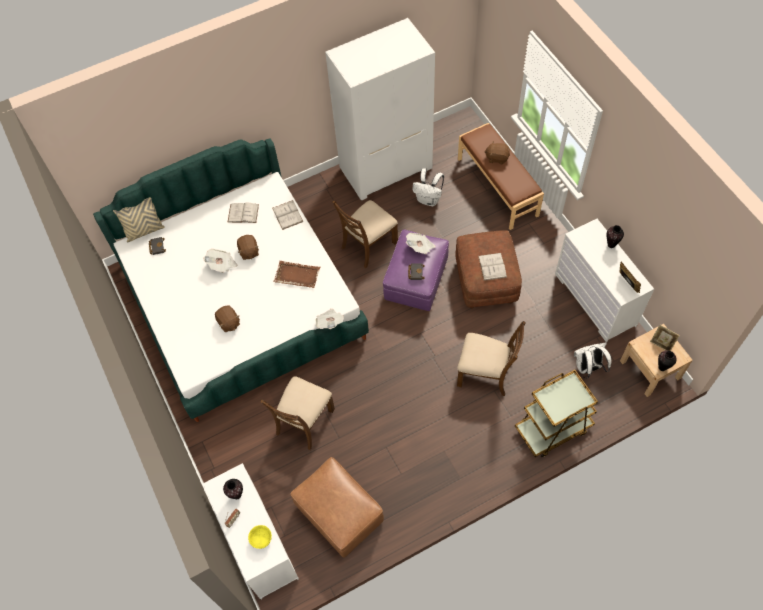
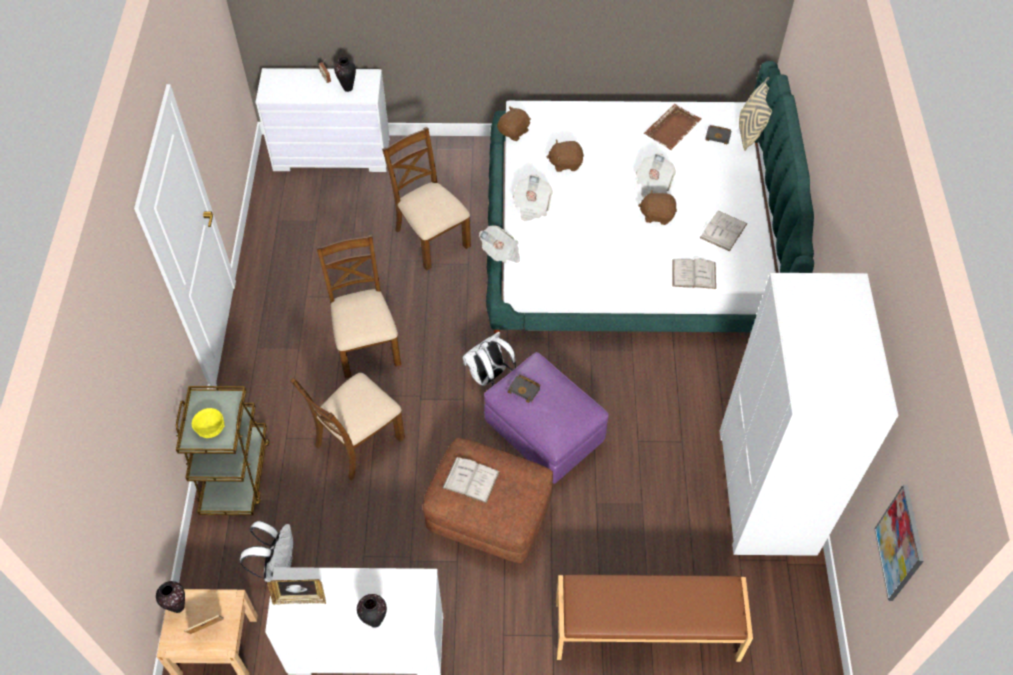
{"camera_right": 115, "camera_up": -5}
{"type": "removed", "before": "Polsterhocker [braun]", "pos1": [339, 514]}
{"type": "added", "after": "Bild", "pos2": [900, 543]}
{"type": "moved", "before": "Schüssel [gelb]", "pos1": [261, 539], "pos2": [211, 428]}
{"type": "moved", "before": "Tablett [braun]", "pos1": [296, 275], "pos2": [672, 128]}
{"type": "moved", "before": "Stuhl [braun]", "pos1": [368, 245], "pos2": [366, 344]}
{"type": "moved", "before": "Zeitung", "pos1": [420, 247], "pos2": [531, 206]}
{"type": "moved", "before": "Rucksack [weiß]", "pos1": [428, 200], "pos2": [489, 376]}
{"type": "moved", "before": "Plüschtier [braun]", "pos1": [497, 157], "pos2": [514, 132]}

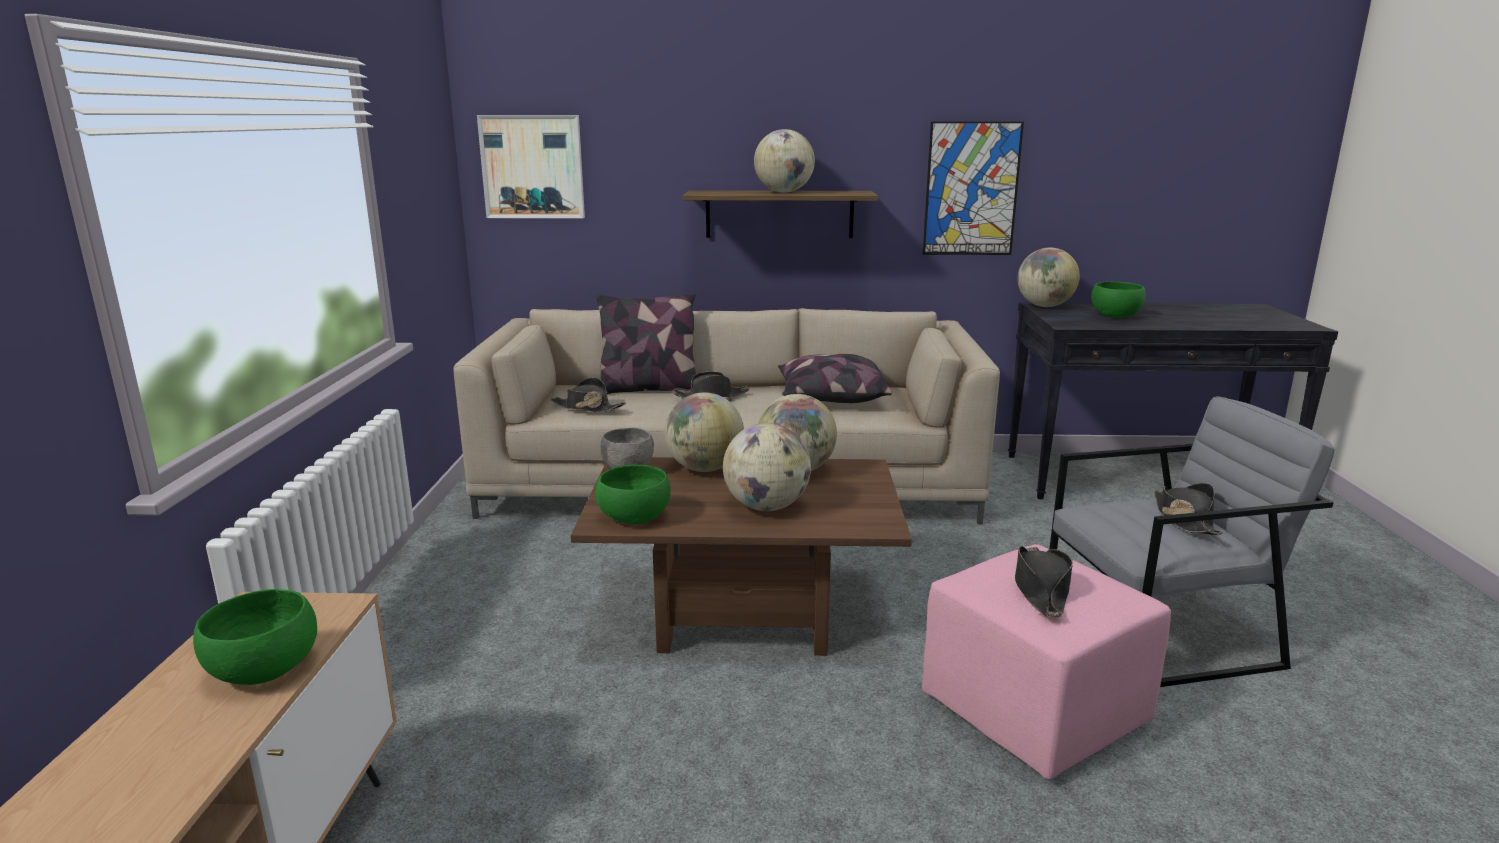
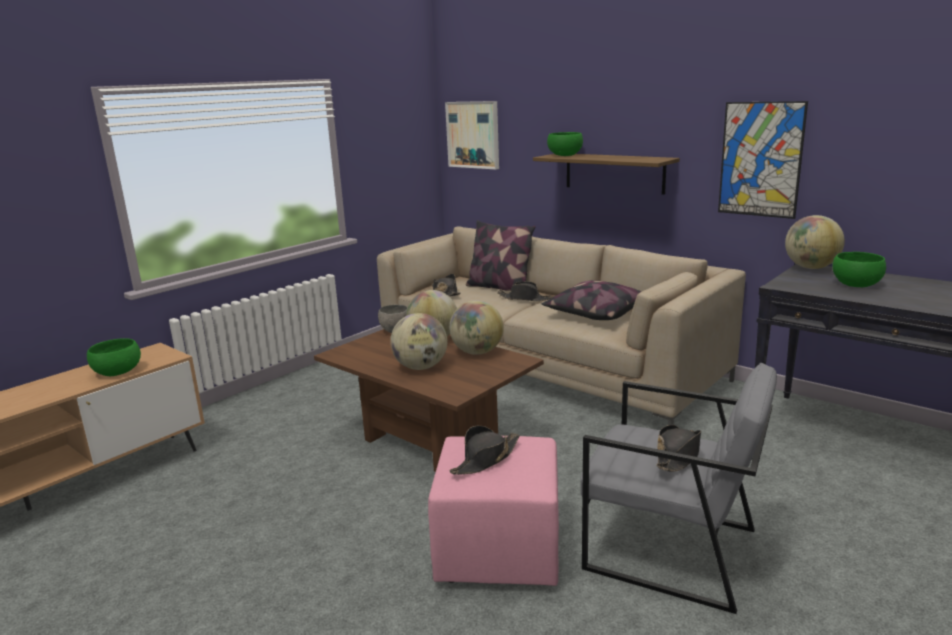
{"camera_right": 40, "camera_up": 0}
{"type": "removed", "before": "Globus", "pos1": [784, 192]}
{"type": "moved", "before": "Schüssel [grün]", "pos1": [634, 517], "pos2": [564, 155]}

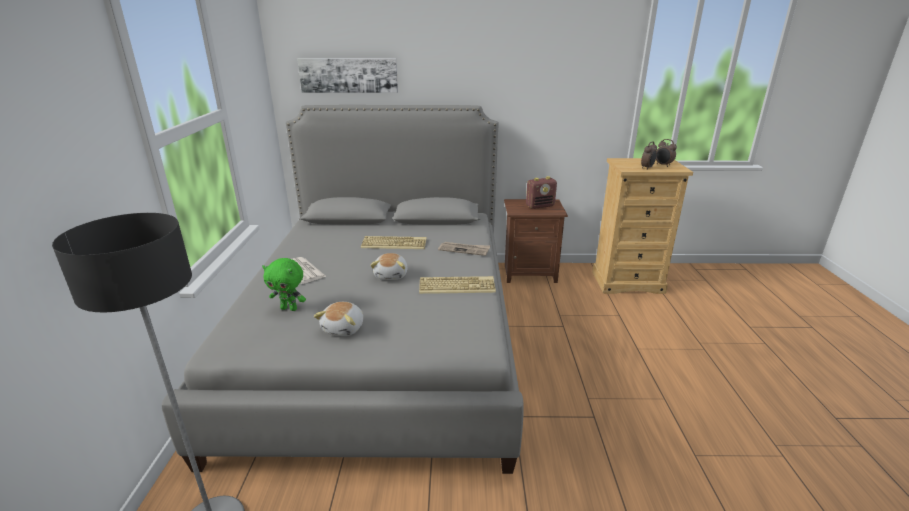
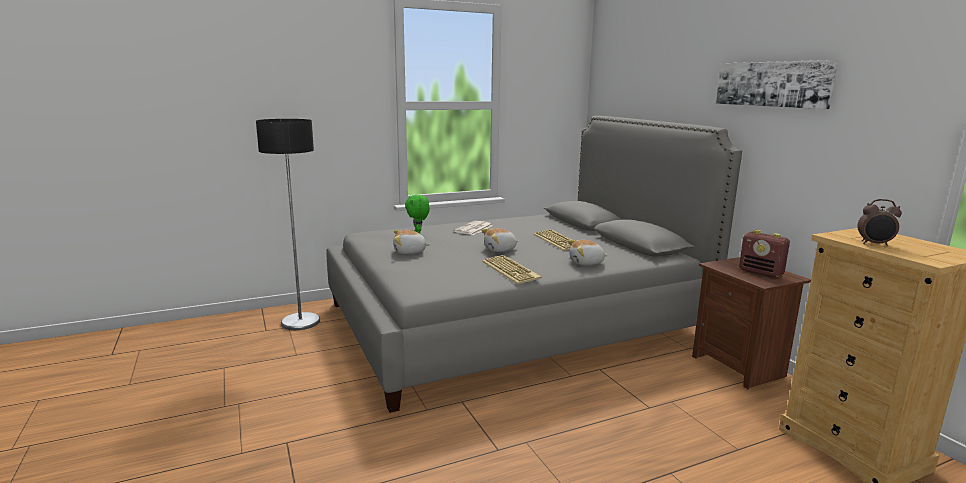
{"camera_right": 65, "camera_up": -10}
{"type": "removed", "before": "Wecker", "pos1": [663, 165]}
{"type": "moved", "before": "Bild", "pos1": [348, 75], "pos2": [772, 84]}
{"type": "replaced", "before": "Zeitung", "after": "Plüschtier", "pos1": [464, 250], "pos2": [586, 263]}

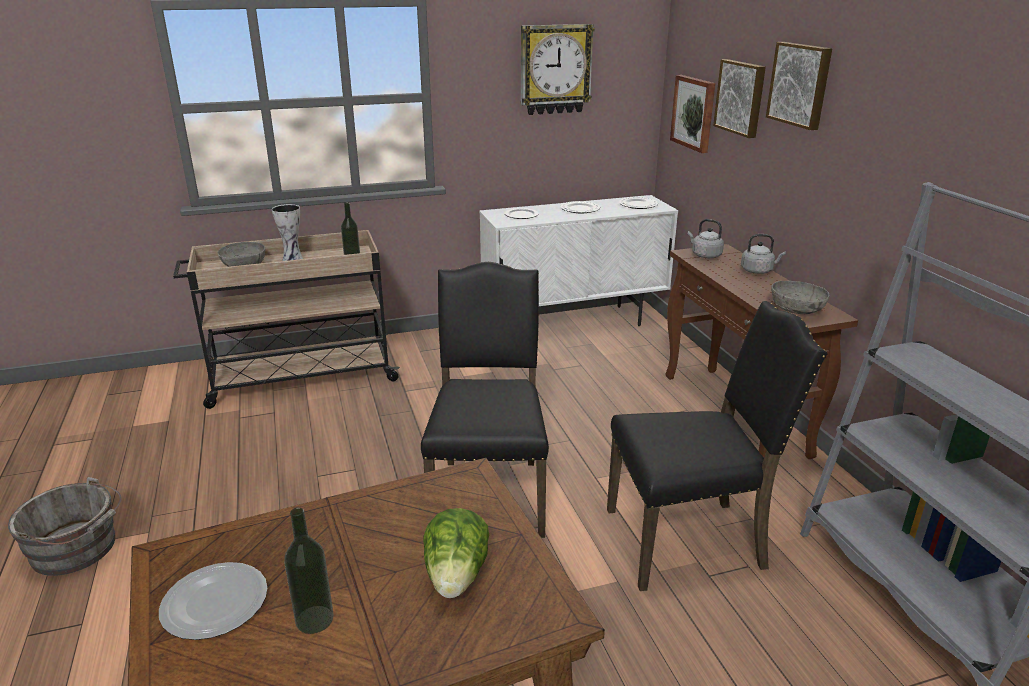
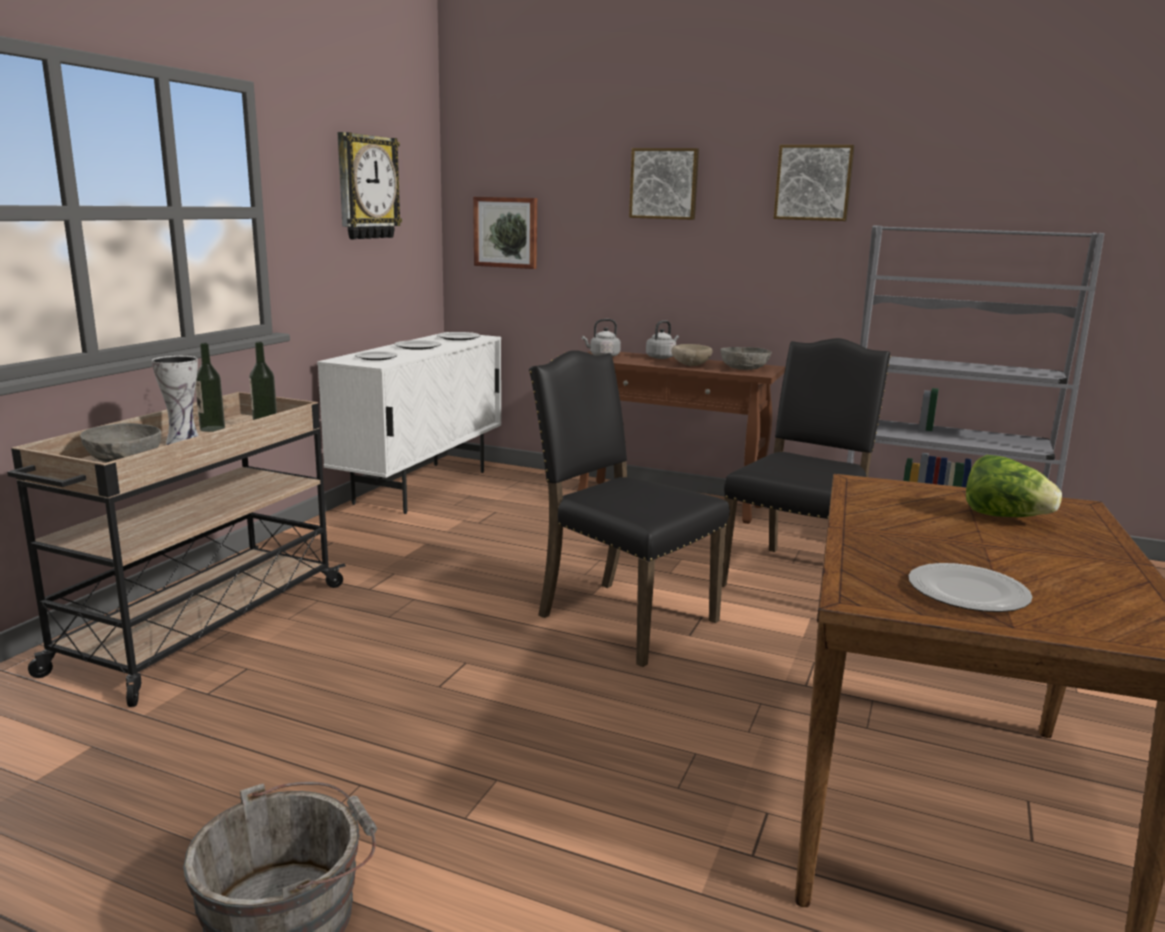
{"camera_right": -50, "camera_up": -10}
{"type": "added", "after": "Schüssel [beige]", "pos2": [690, 365]}
{"type": "moved", "before": "Flasche", "pos1": [314, 619], "pos2": [212, 429]}
{"type": "moved", "before": "Bild", "pos1": [741, 97], "pos2": [813, 183]}

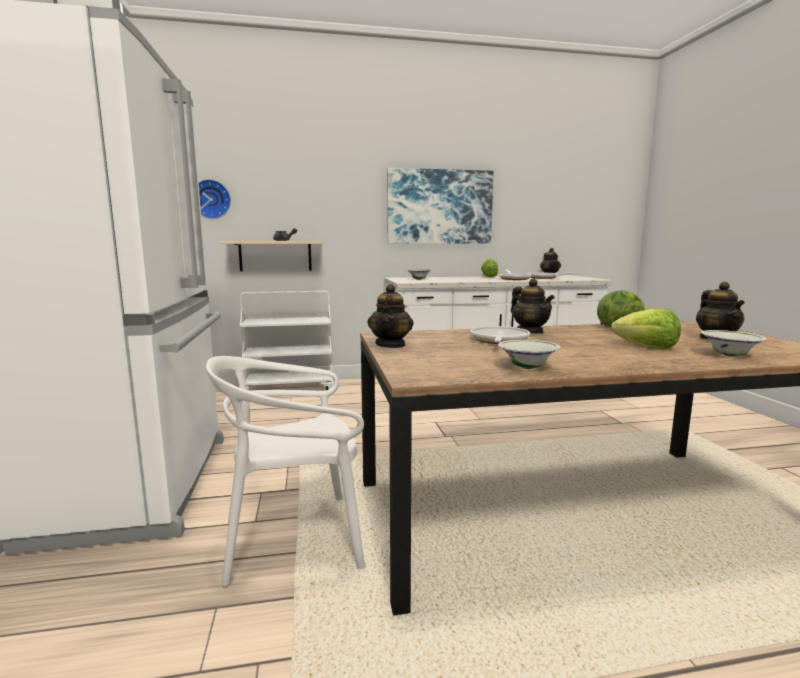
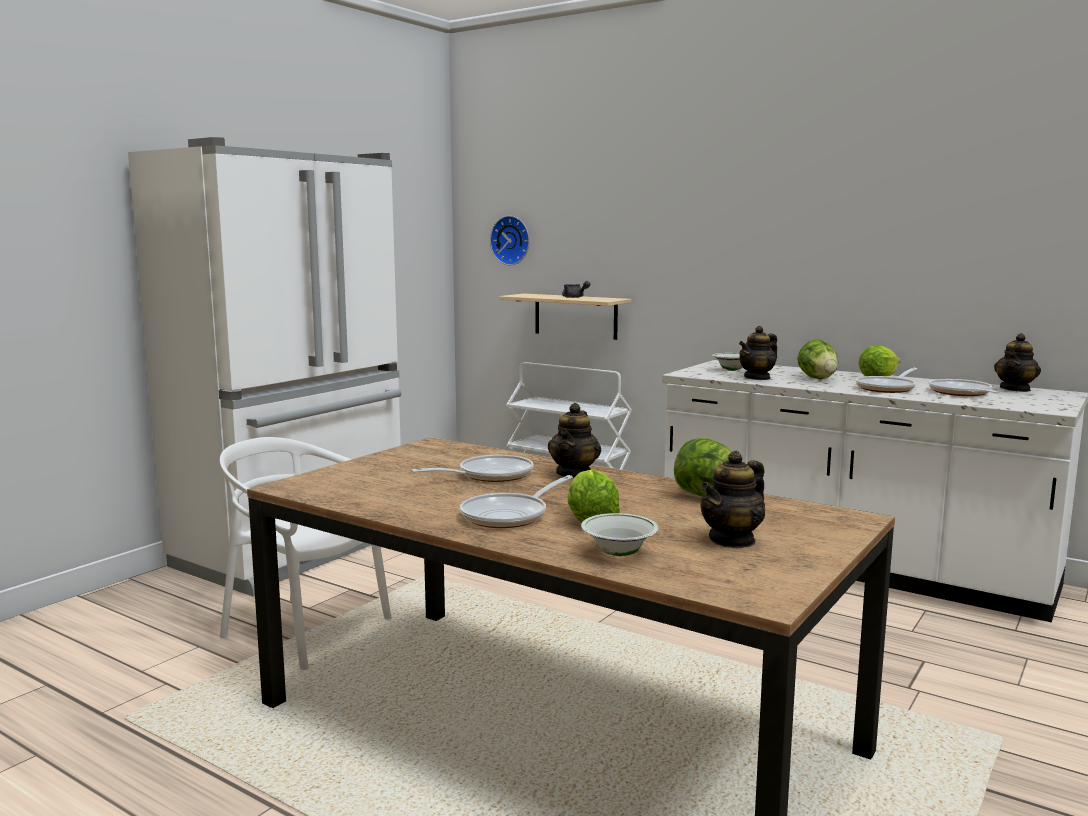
{"camera_right": 45, "camera_up": 0}
{"type": "removed", "before": "Bild", "pos1": [439, 207]}
{"type": "removed", "before": "Schüssel [weiß]", "pos1": [527, 368]}
{"type": "added", "after": "Pfanne", "pos2": [510, 515]}
{"type": "added", "after": "Salatkopf", "pos2": [817, 378]}
{"type": "moved", "before": "Teekanne", "pos1": [391, 345], "pos2": [757, 378]}

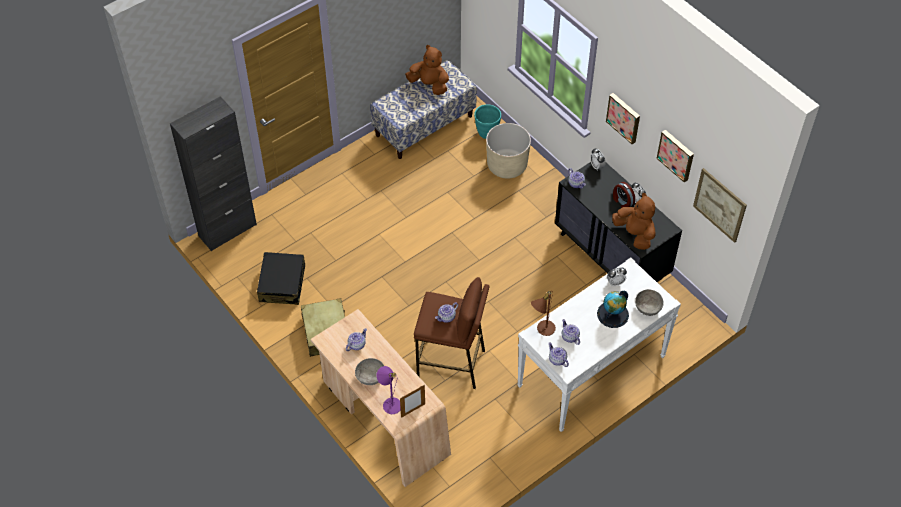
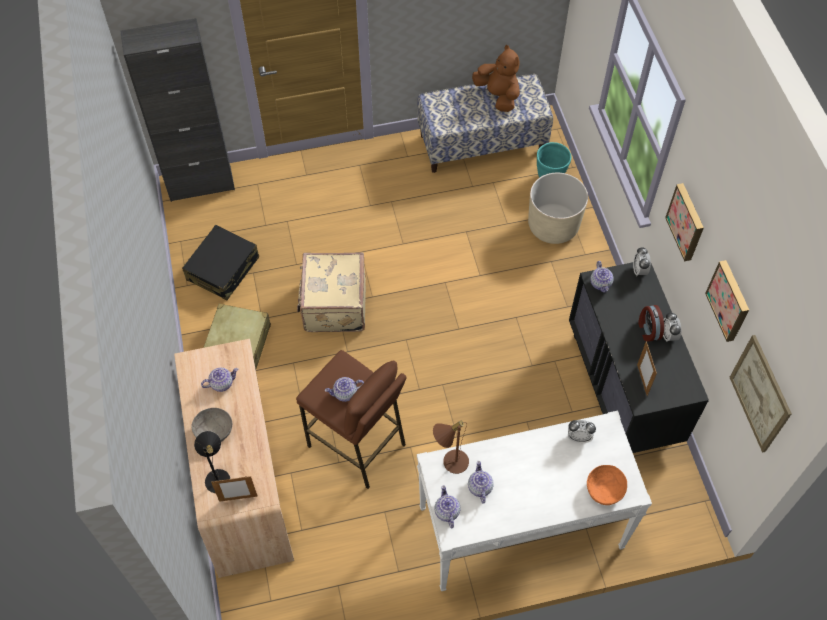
{"camera_right": 25, "camera_up": 5}
{"type": "removed", "before": "Globus", "pos1": [613, 314]}
{"type": "added", "after": "Koffer [beige]", "pos2": [333, 305]}
{"type": "replaced", "before": "Plüschtier [braun]", "after": "Bilderrahmen", "pos1": [634, 234], "pos2": [642, 380]}
{"type": "recoloured", "before": "Tischlampe [lila]", "after": "Tischlampe [schwarz]", "pos1": [390, 403], "pos2": [217, 476]}
{"type": "recoloured", "before": "Schüssel [grau]", "after": "Schüssel [orange]", "pos1": [648, 307], "pos2": [604, 489]}

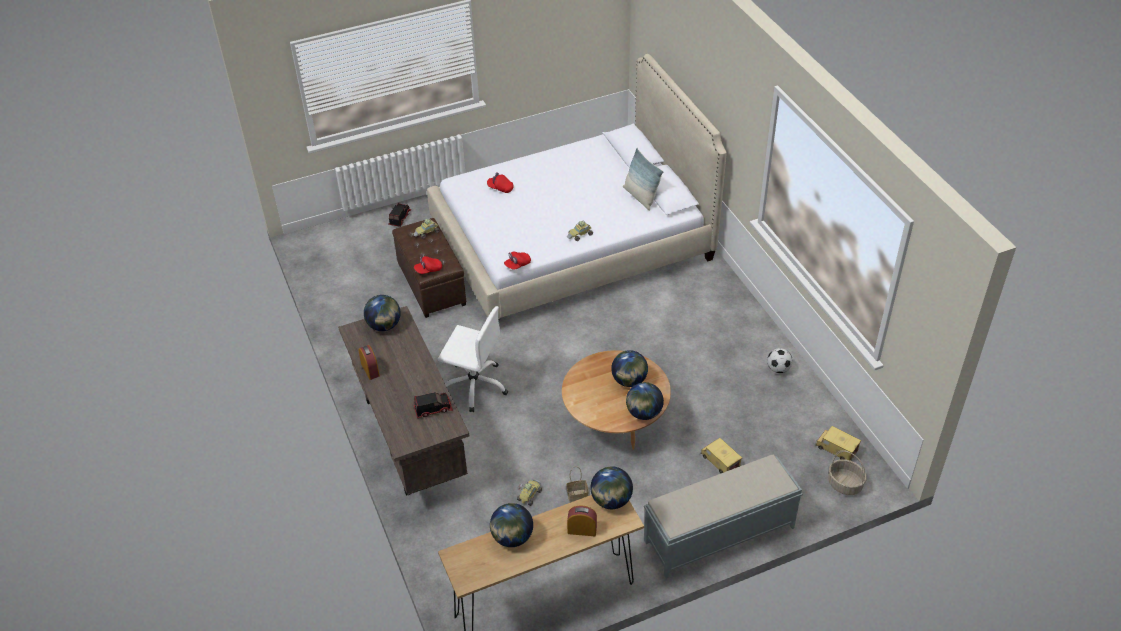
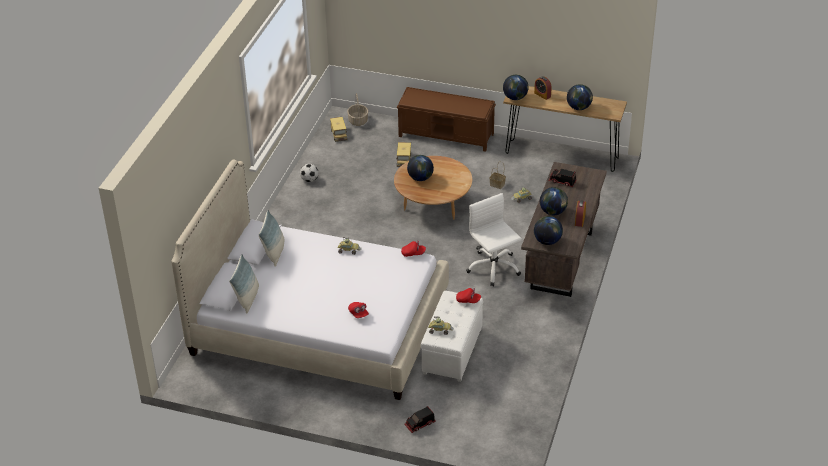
{"camera_right": -140, "camera_up": -5}
{"type": "added", "after": "Kissen", "pos2": [247, 298]}
{"type": "moved", "before": "Globus", "pos1": [644, 413], "pos2": [553, 212]}
{"type": "recoloured", "before": "Polsterhocker [braun]", "after": "Polsterhocker [weiß]", "pos1": [432, 284], "pos2": [452, 351]}
{"type": "recoloured", "before": "Bank [grau]", "after": "Bank [braun]", "pos1": [718, 534], "pos2": [447, 135]}

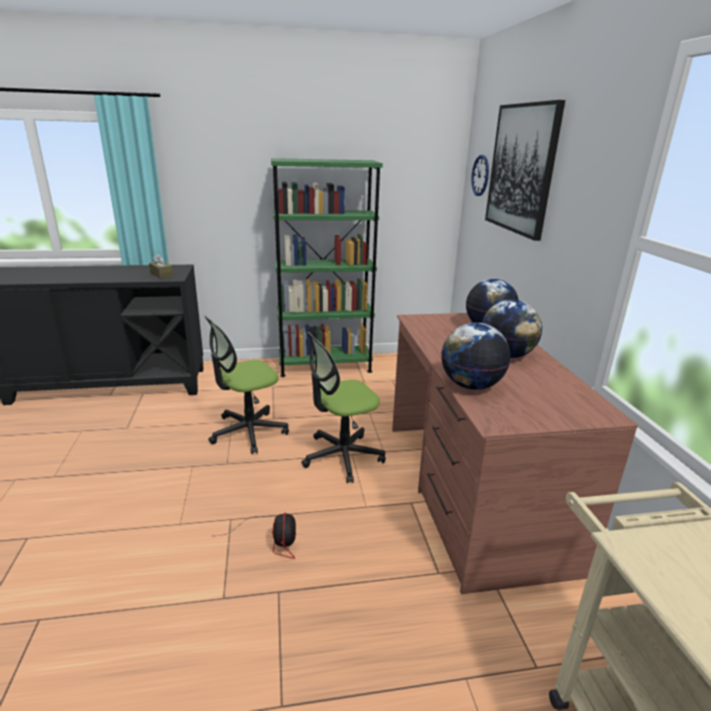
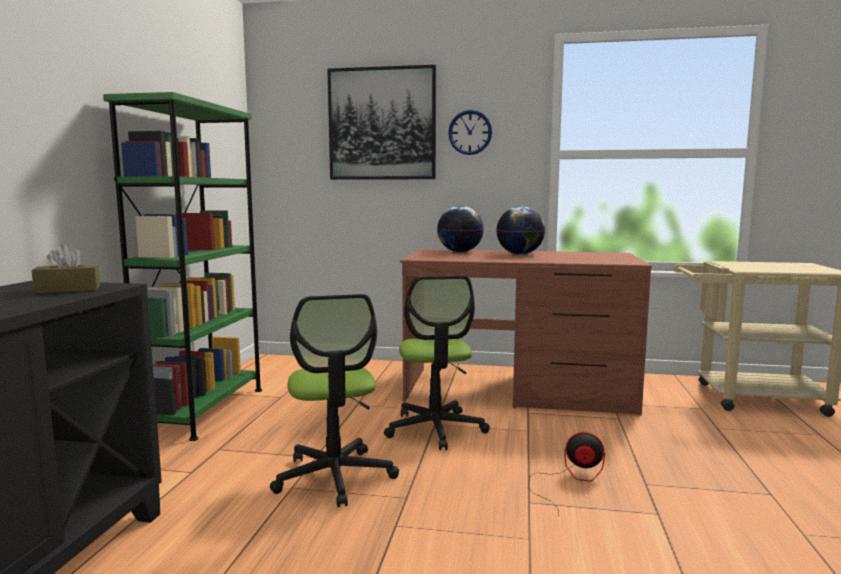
{"camera_right": -70, "camera_up": -15}
{"type": "removed", "before": "Globus", "pos1": [471, 385]}
{"type": "moved", "before": "Wanduhr", "pos1": [480, 175], "pos2": [470, 132]}

